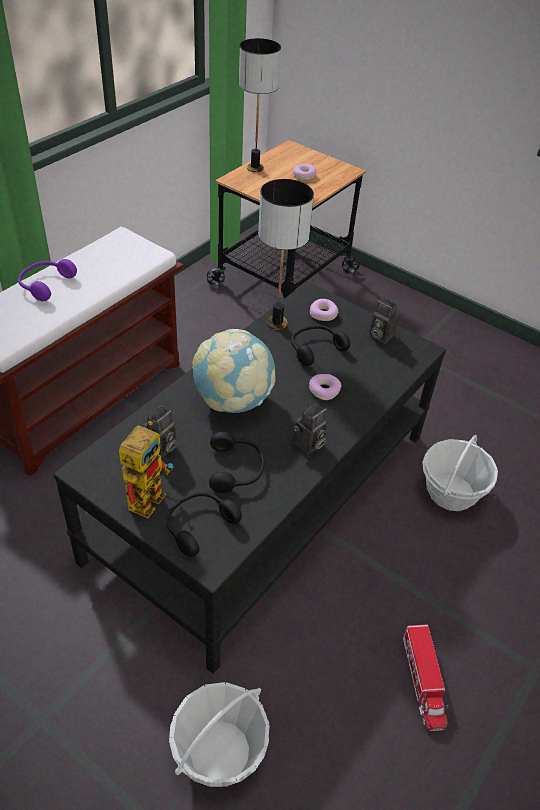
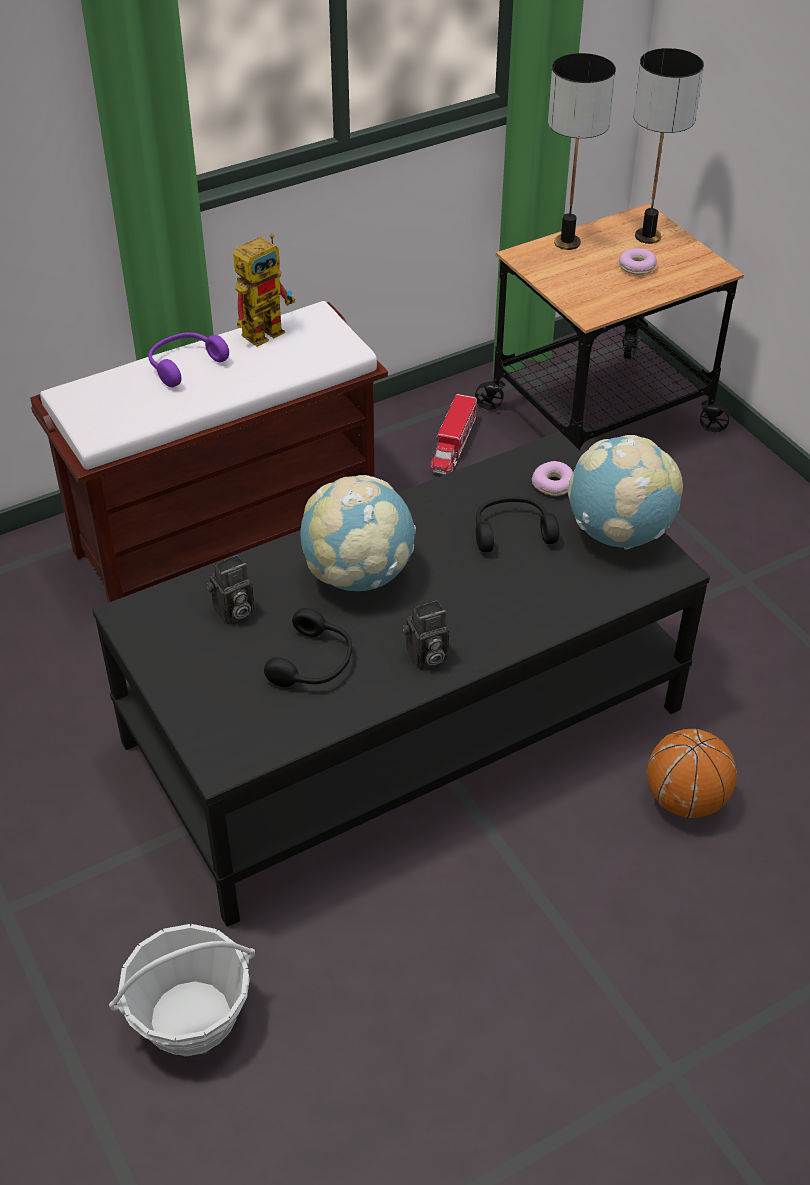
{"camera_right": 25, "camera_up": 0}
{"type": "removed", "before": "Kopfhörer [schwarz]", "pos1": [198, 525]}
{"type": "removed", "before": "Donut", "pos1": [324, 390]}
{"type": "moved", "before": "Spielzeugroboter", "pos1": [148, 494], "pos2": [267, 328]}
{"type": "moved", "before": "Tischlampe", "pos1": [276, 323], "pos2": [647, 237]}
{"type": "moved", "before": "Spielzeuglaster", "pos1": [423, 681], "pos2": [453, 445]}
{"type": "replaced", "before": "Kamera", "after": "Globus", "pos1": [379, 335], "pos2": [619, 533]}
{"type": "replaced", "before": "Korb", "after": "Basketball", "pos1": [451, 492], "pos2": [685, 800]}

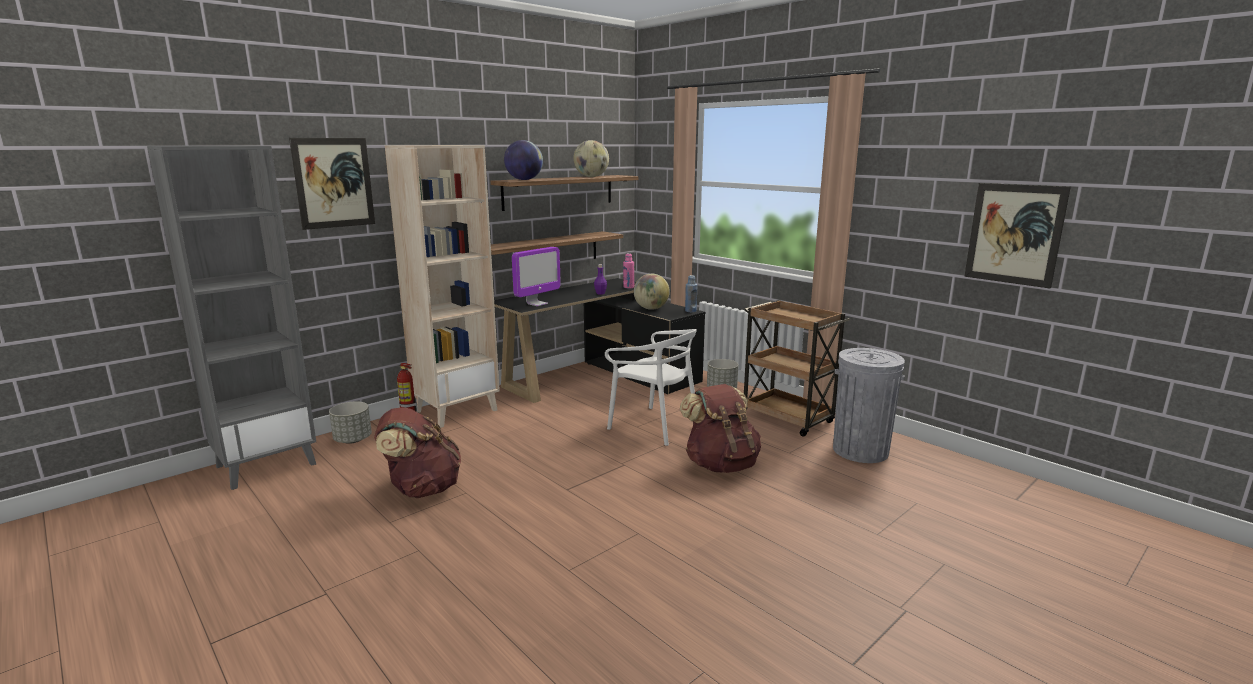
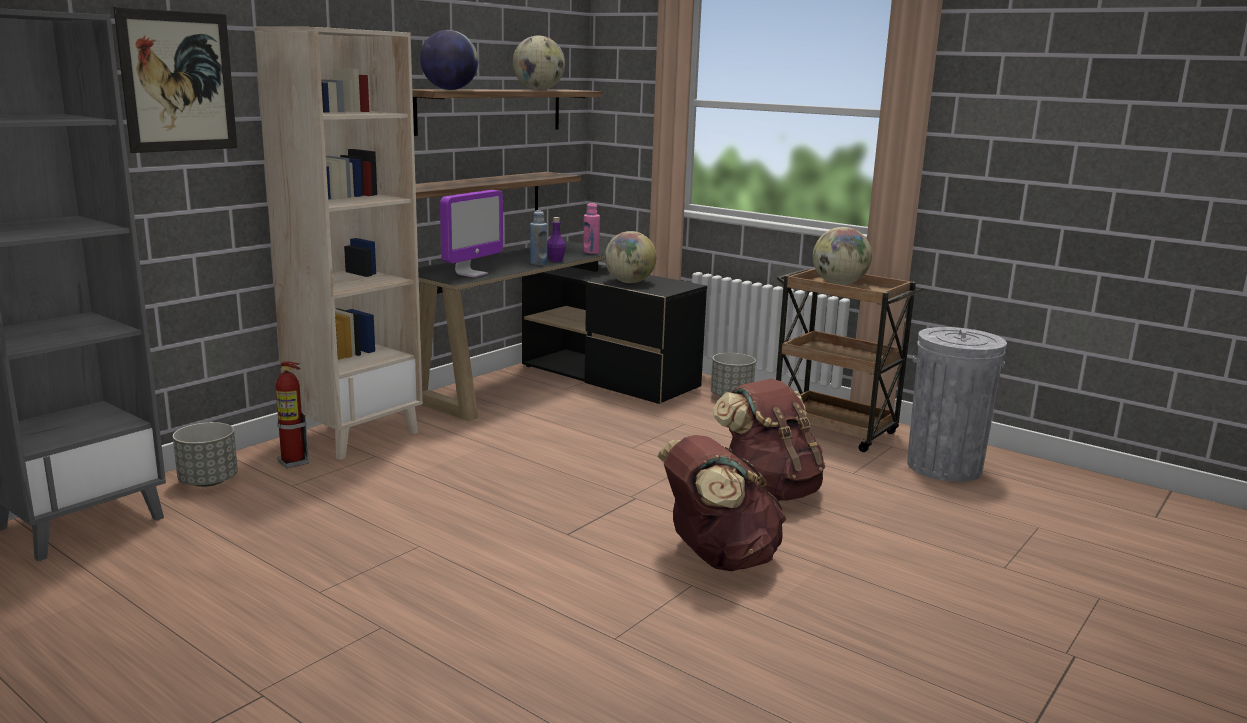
{"camera_right": -10, "camera_up": 0}
{"type": "removed", "before": "Stuhl [weiß]", "pos1": [654, 426]}
{"type": "removed", "before": "Bild", "pos1": [1014, 234]}
{"type": "added", "after": "Globus", "pos2": [839, 284]}
{"type": "moved", "before": "Rucksack [braun]", "pos1": [421, 489], "pos2": [718, 558]}
{"type": "moved", "before": "Flasche [blau]", "pos1": [690, 311], "pos2": [538, 263]}

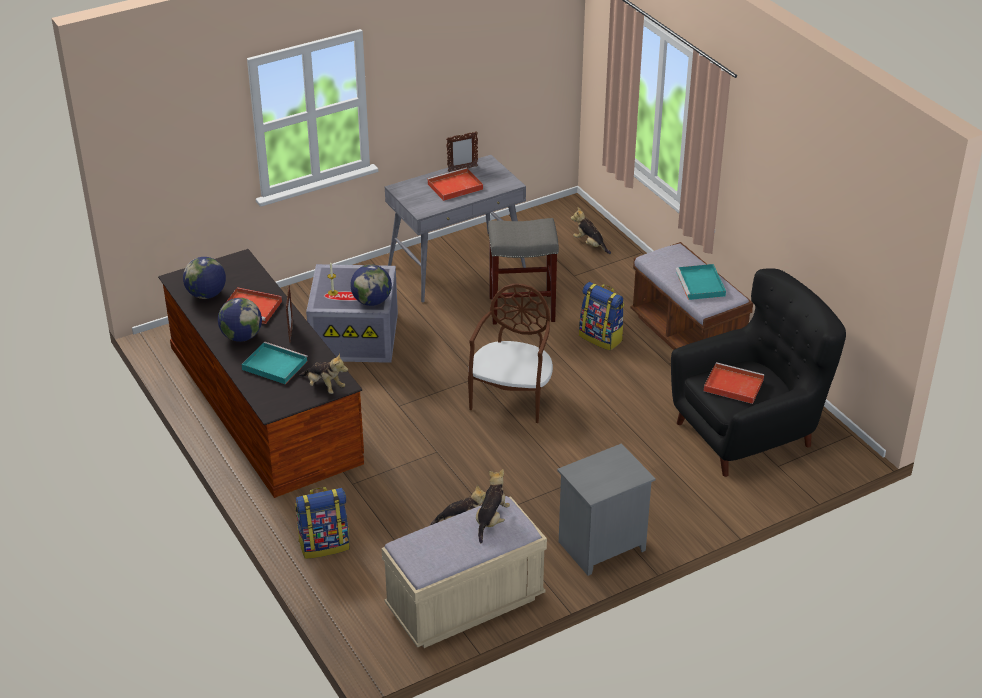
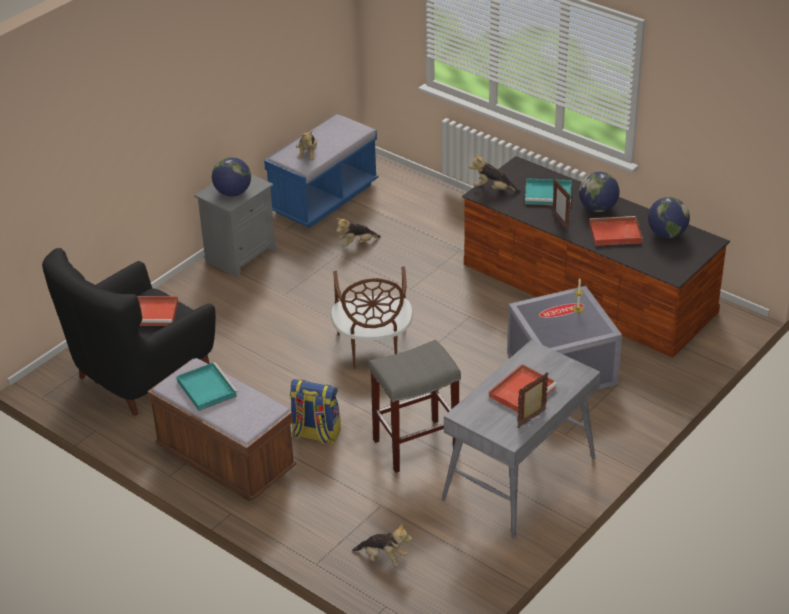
{"camera_right": 160, "camera_up": 0}
{"type": "removed", "before": "Rucksack", "pos1": [324, 544]}
{"type": "moved", "before": "Globus", "pos1": [372, 301], "pos2": [233, 193]}
{"type": "recoloured", "before": "Bank [beige]", "after": "Bank [blau]", "pos1": [465, 604], "pos2": [324, 199]}

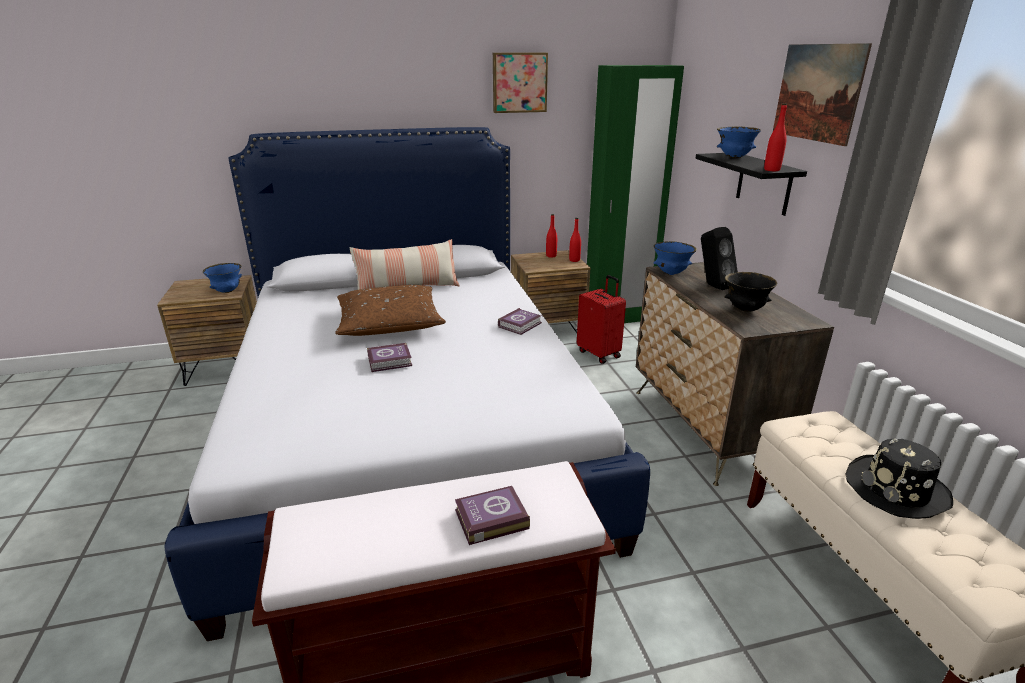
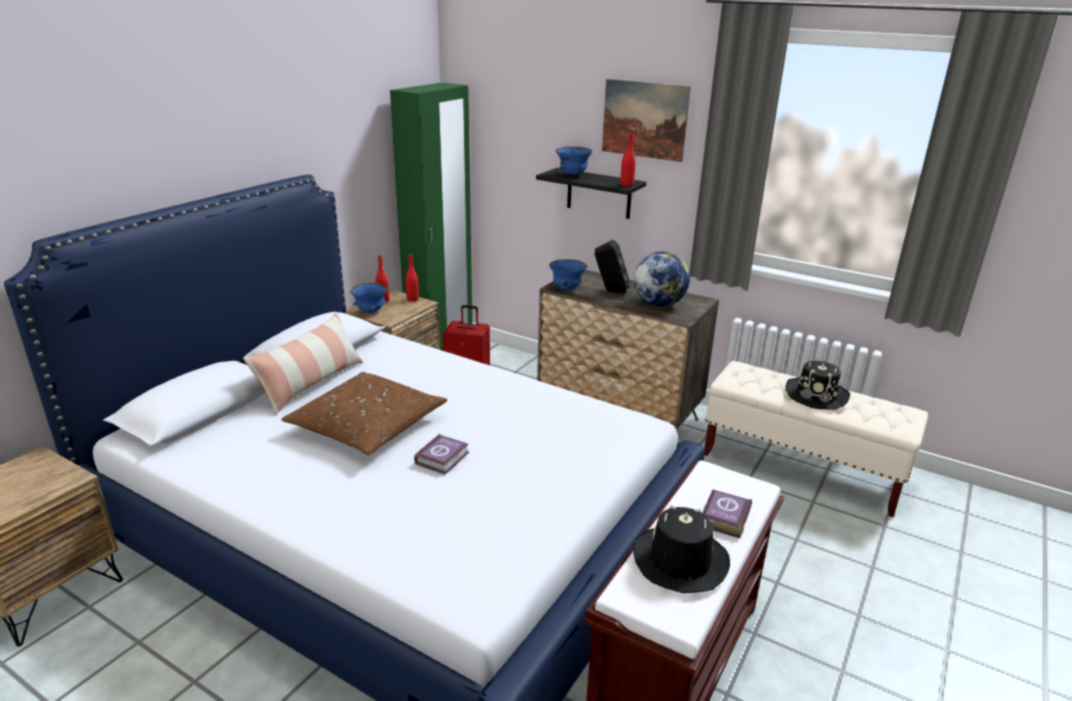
{"camera_right": -45, "camera_up": 0}
{"type": "removed", "before": "Bild", "pos1": [519, 82]}
{"type": "removed", "before": "Buch", "pos1": [521, 325]}
{"type": "added", "after": "Hut [schwarz]", "pos2": [679, 561]}
{"type": "moved", "before": "Schüssel [blau]", "pos1": [227, 291], "pos2": [370, 311]}
{"type": "replaced", "before": "Schüssel [schwarz]", "after": "Globus", "pos1": [745, 309], "pos2": [659, 304]}

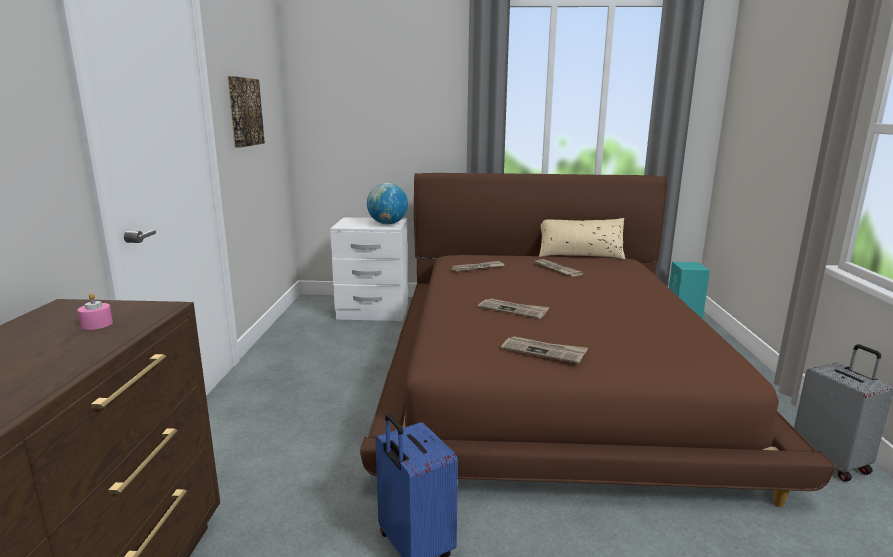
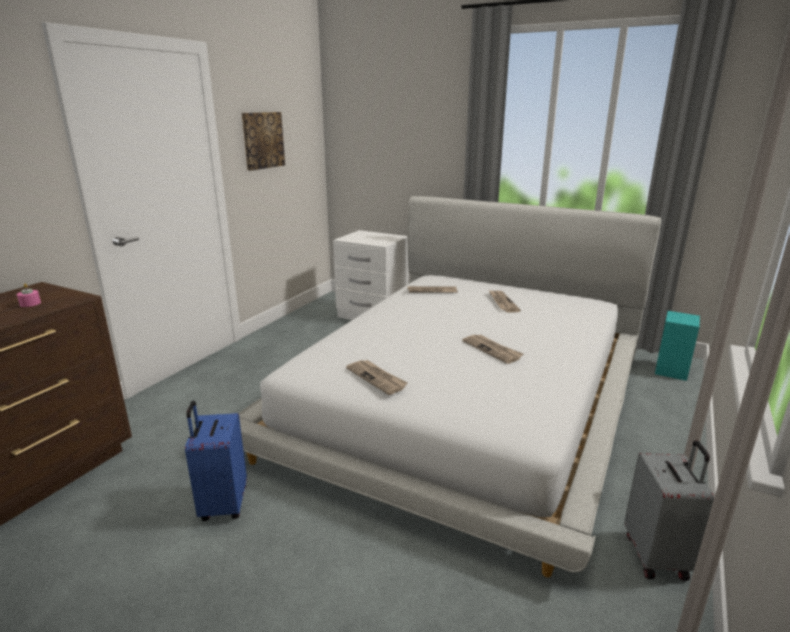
{"camera_right": 25, "camera_up": 5}
{"type": "removed", "before": "Globus", "pos1": [387, 224]}
{"type": "removed", "before": "Kissen [beige]", "pos1": [580, 255]}
{"type": "moved", "before": "Zeitung", "pos1": [513, 310], "pos2": [492, 350]}
{"type": "recoloured", "before": "Bett [braun]", "after": "Bett [weiß]", "pos1": [550, 372], "pos2": [465, 398]}

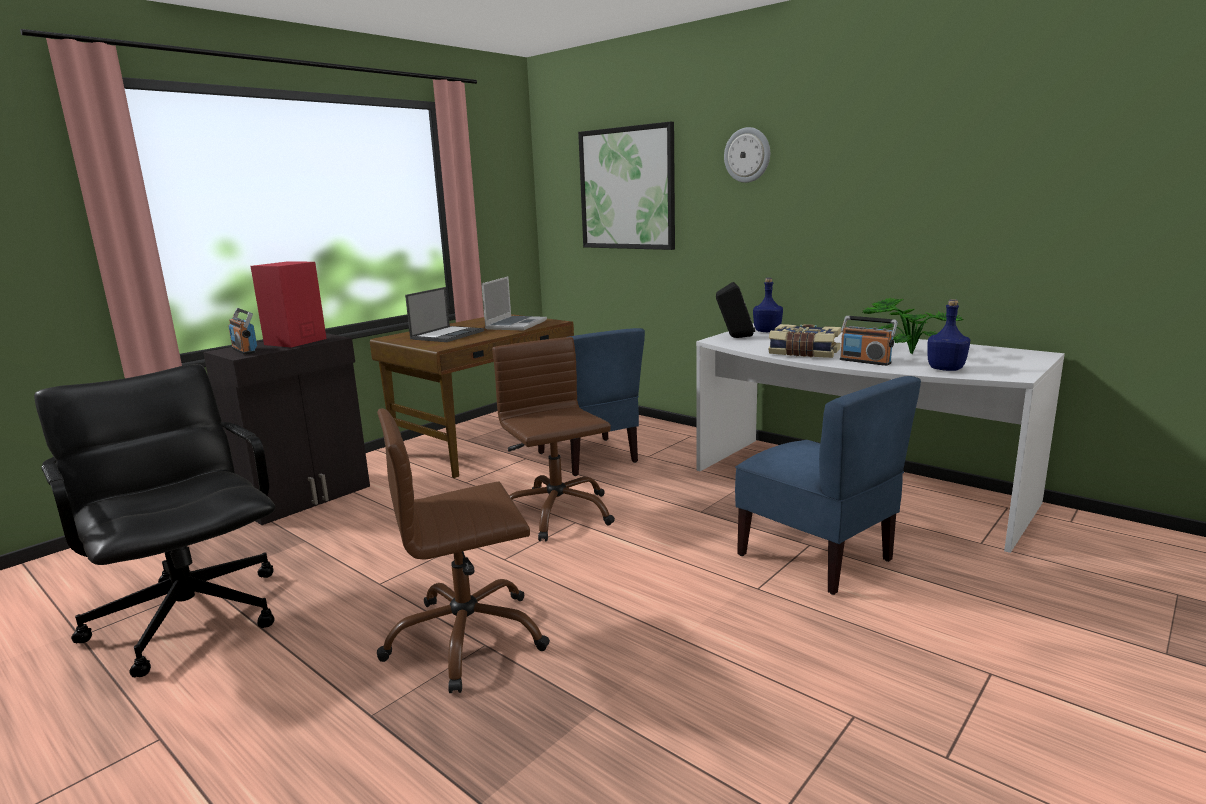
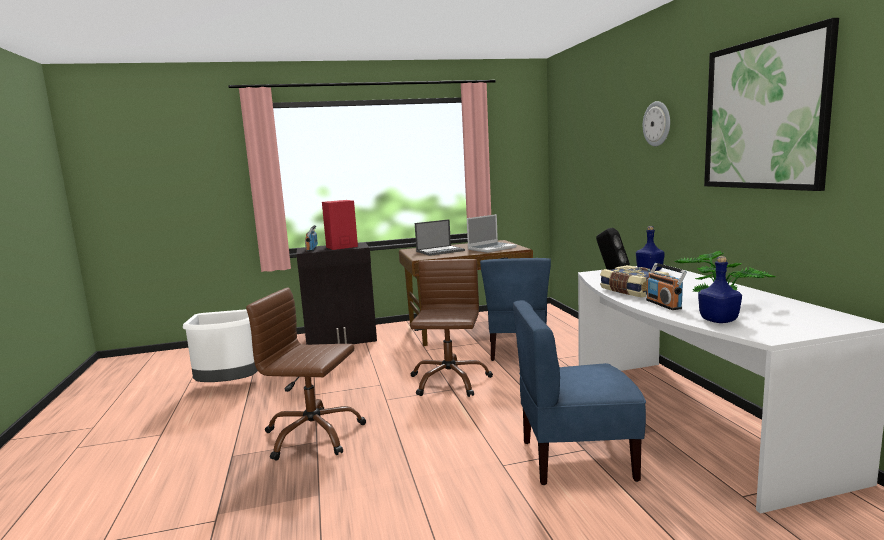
{"camera_right": 35, "camera_up": -5}
{"type": "moved", "before": "Bild", "pos1": [627, 189], "pos2": [764, 114]}
{"type": "replaced", "before": "Bürostuhl [schwarz]", "after": "Mülleimer [weiß]", "pos1": [191, 616], "pos2": [230, 386]}
{"type": "turned", "before": "Stuhl [blau]", "pos1": [816, 557], "pos2": [576, 459], "turn": 90}

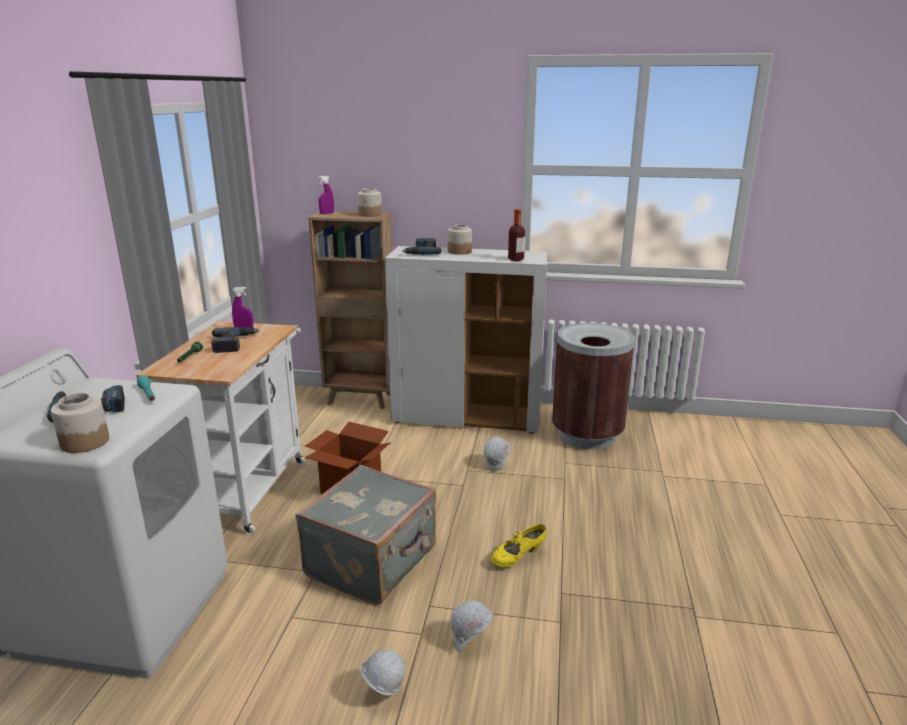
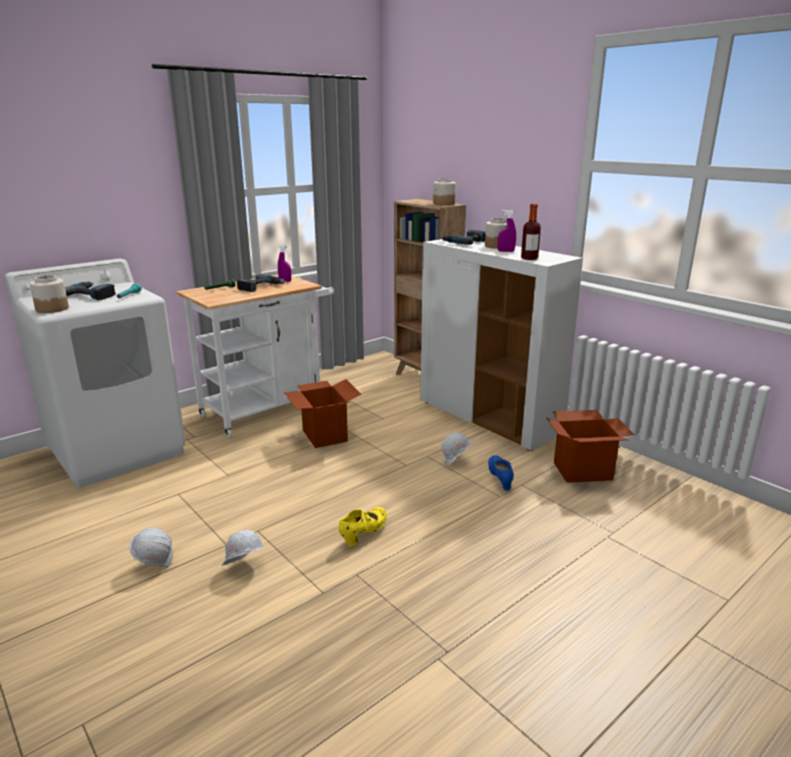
{"camera_right": 40, "camera_up": 0}
{"type": "removed", "before": "Koffer [grau]", "pos1": [373, 562]}
{"type": "added", "after": "Schuh [blau]", "pos2": [500, 479]}
{"type": "moved", "before": "Sprühflasche [lila]", "pos1": [327, 213], "pos2": [506, 251]}
{"type": "replaced", "before": "Mülleimer [braun]", "after": "Karton", "pos1": [587, 435], "pos2": [583, 471]}
{"type": "turned", "before": "Schuh [gelb]", "pos1": [518, 558], "pos2": [364, 533], "turn": 120}

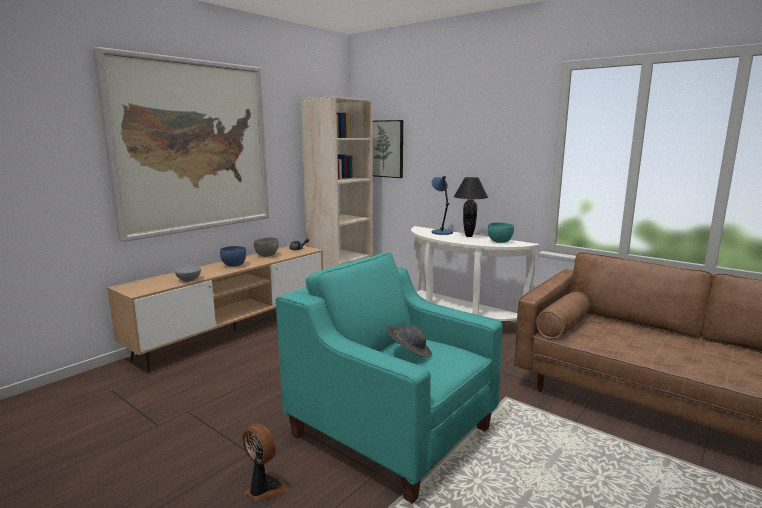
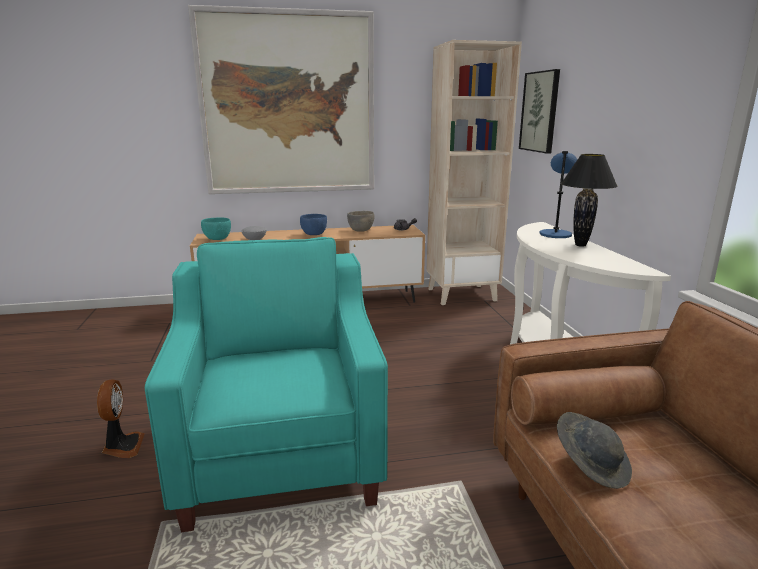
{"camera_right": 40, "camera_up": 5}
{"type": "moved", "before": "Hut [grau]", "pos1": [409, 353], "pos2": [591, 465]}
{"type": "moved", "before": "Schüssel [türkis]", "pos1": [500, 242], "pos2": [217, 239]}

